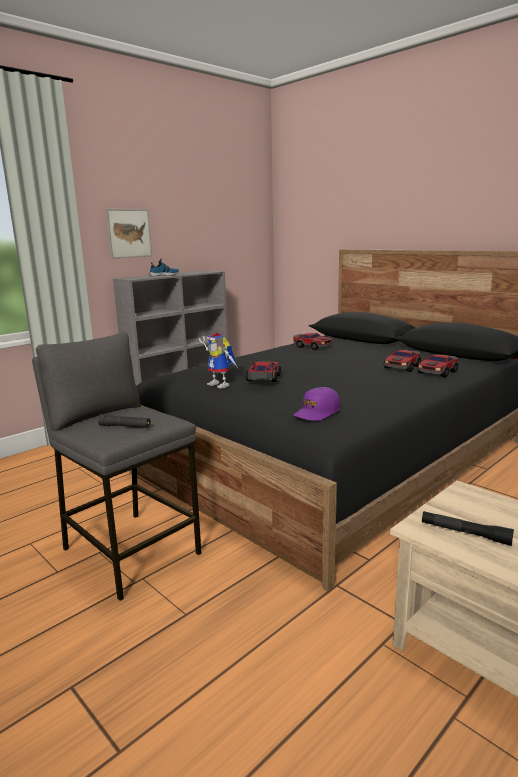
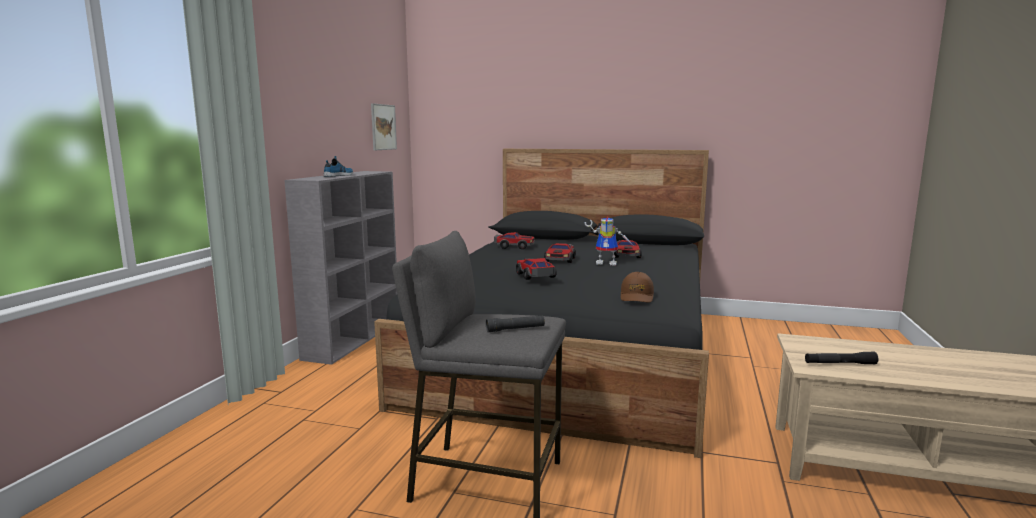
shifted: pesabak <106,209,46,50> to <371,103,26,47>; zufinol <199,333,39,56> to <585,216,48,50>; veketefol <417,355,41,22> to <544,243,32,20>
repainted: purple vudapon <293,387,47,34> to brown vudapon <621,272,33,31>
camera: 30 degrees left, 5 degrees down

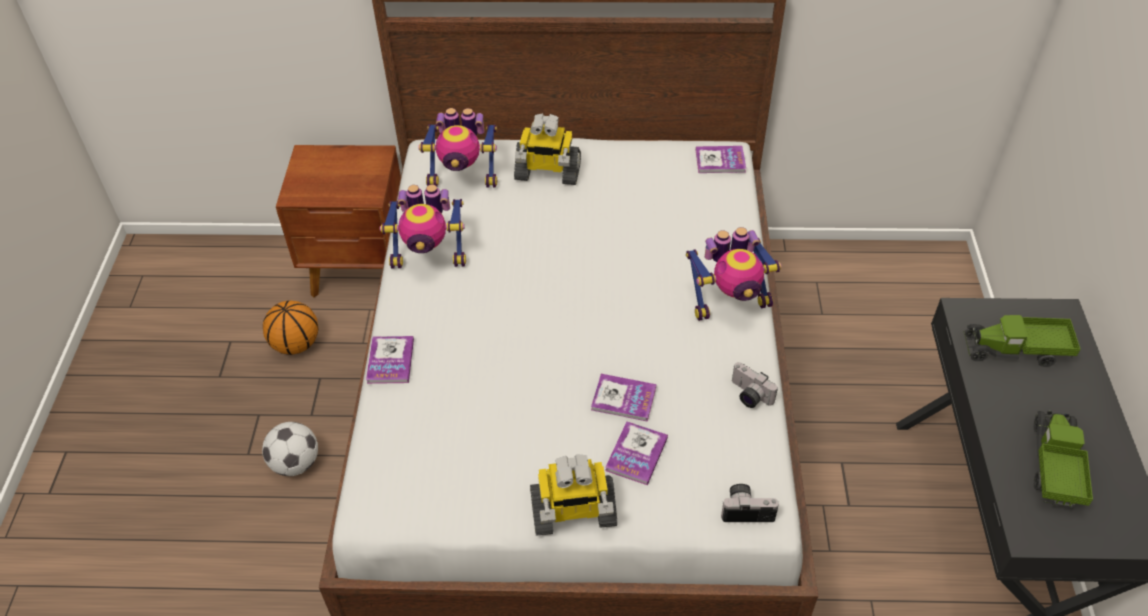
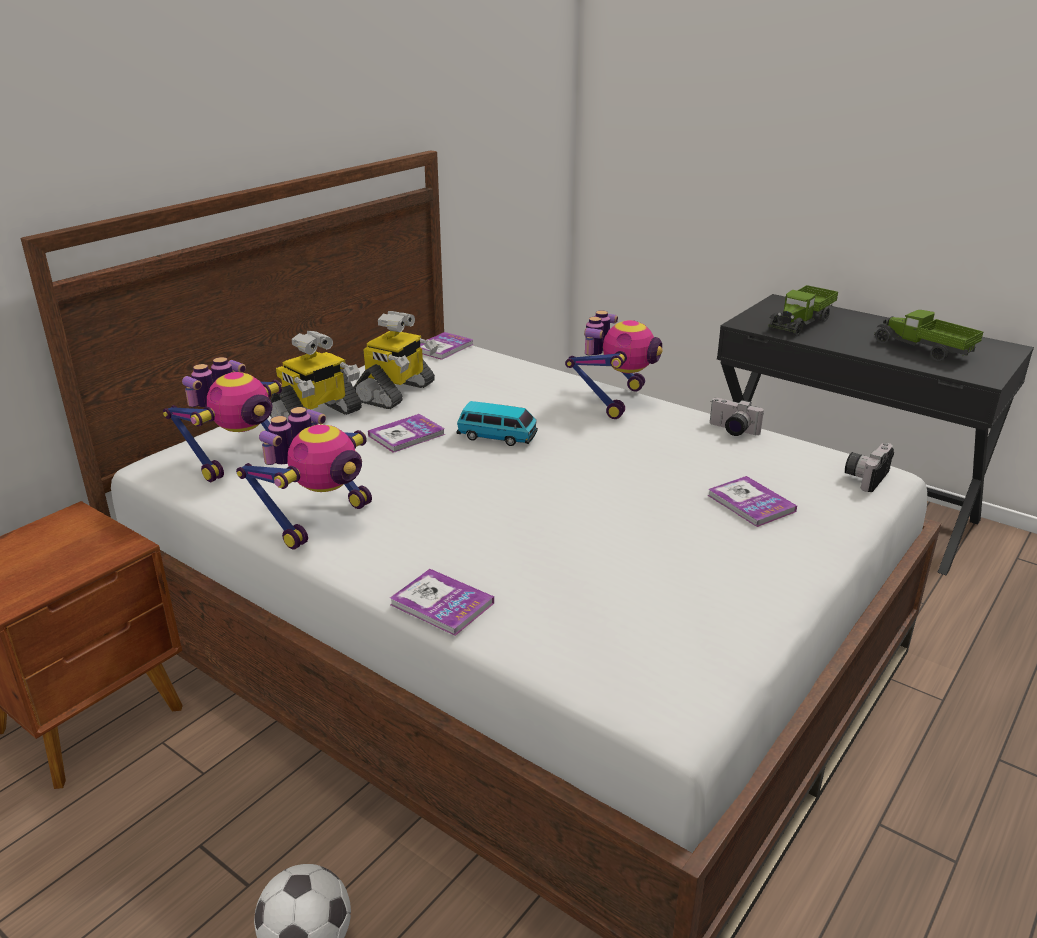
gone: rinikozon <263,300,55,55>
new: veketefol <457,401,81,45>
shifted: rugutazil <591,374,65,48> to <368,414,77,39>; zufinol <530,454,87,82> to <354,311,84,98>
rotated: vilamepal <732,362,46,46> = <710,398,54,38> 45 degrees clockwise
camera: 55 degrees left, 20 degrees down

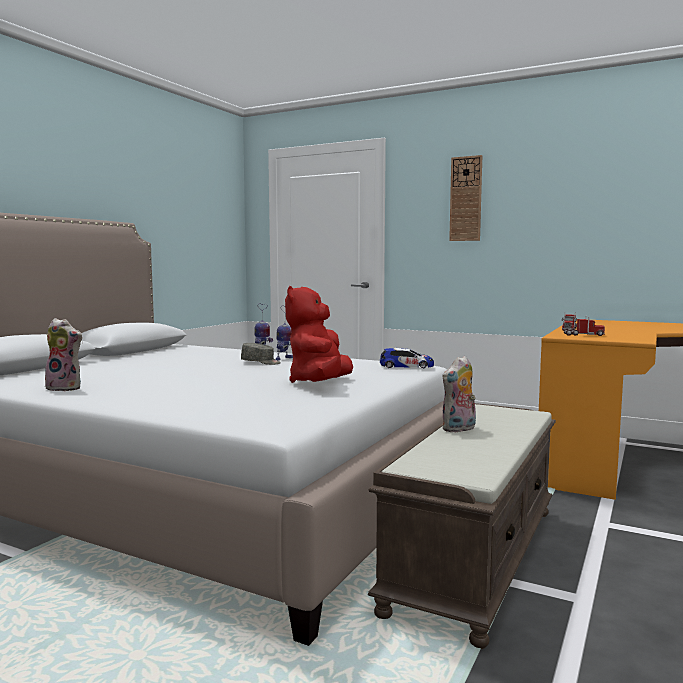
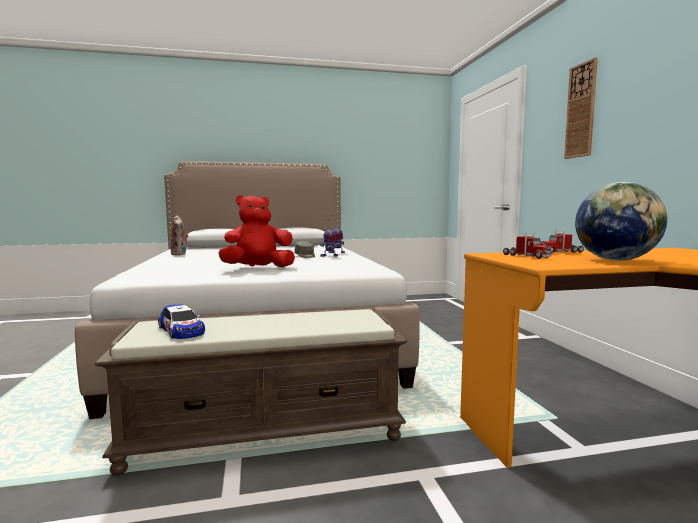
gone: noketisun <443,356,33,76>
new: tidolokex <575,182,92,79>
shifted: veketefol <380,348,54,20> to <158,304,47,35>
camera: 50 degrees right, 0 degrees up

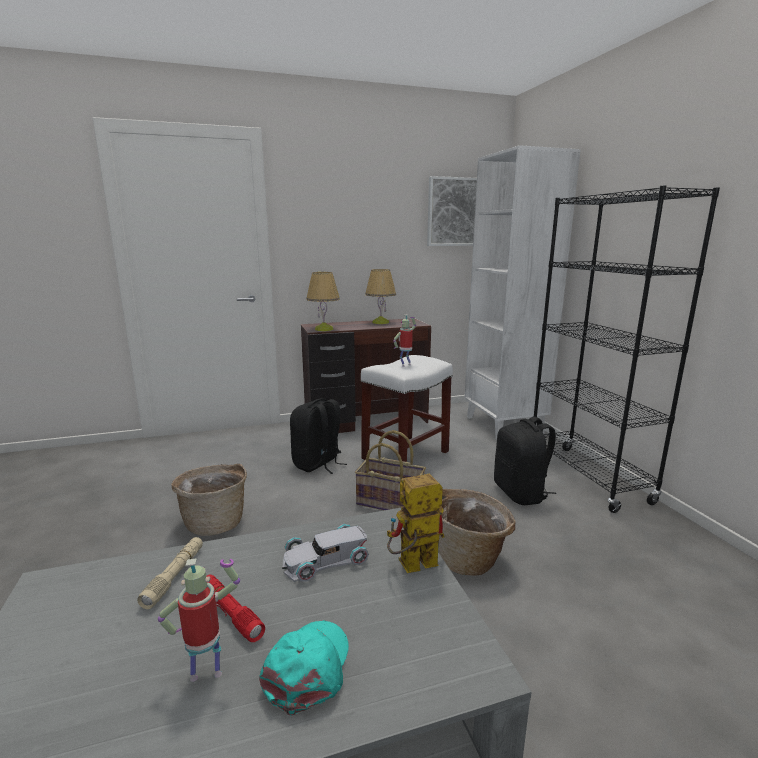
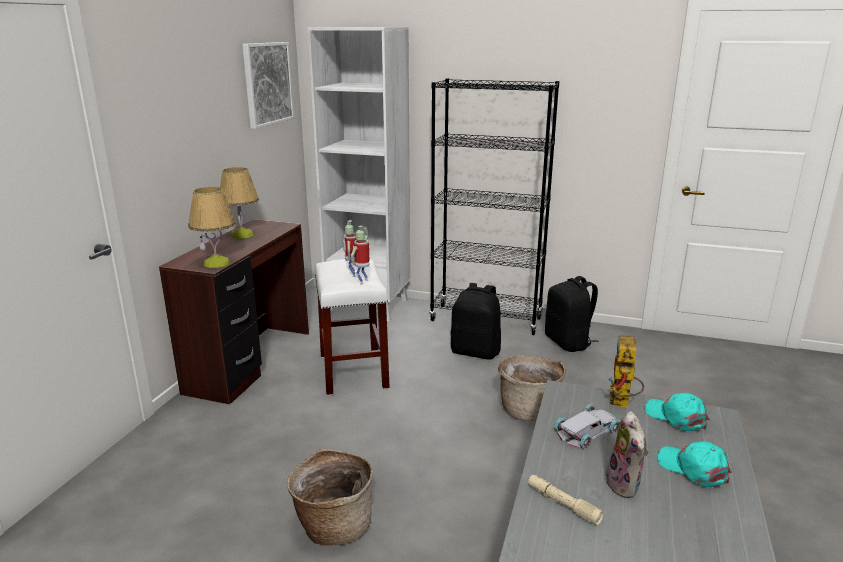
gone: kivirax <355,430,71,80>
new: turquoise vudapon <645,393,64,39>
shifted: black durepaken <290,398,57,76> to <545,276,53,76>; zufinol <158,558,82,124> to <350,226,20,59>
swapped: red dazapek <206,575,59,67> to noketisun <606,411,43,87>
rotated: white veketefol <282,524,87,58> = <554,404,67,45> 135 degrees counterclockwise
camera: 55 degrees left, 5 degrees up

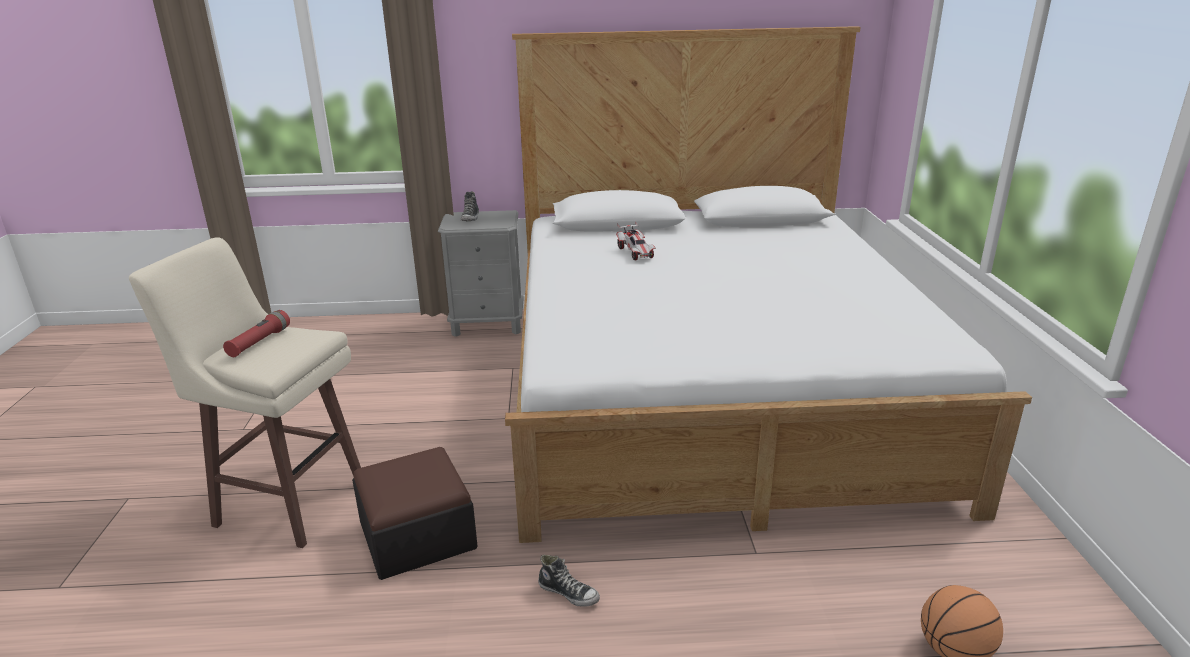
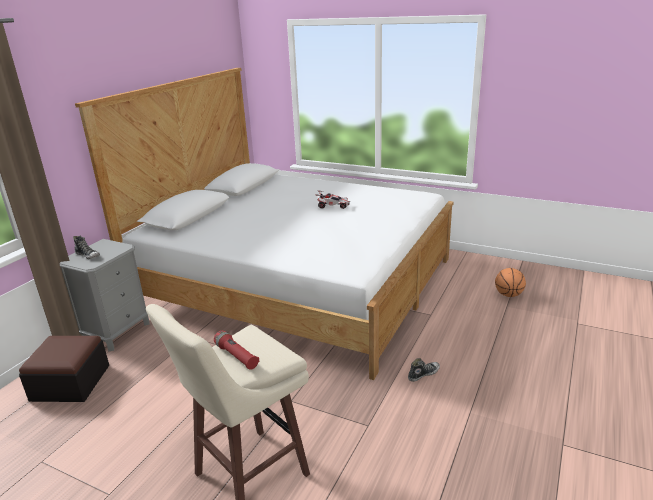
shifted: veketefol <616,221,39,39> to <315,190,35,19>; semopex <352,447,126,133> to <19,336,90,66>
camera: 60 degrees left, 0 degrees up

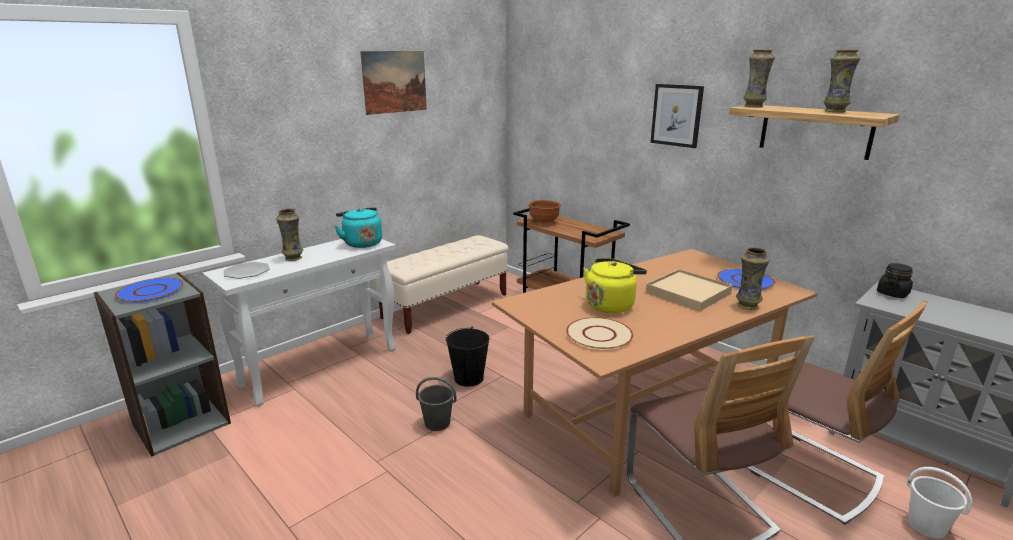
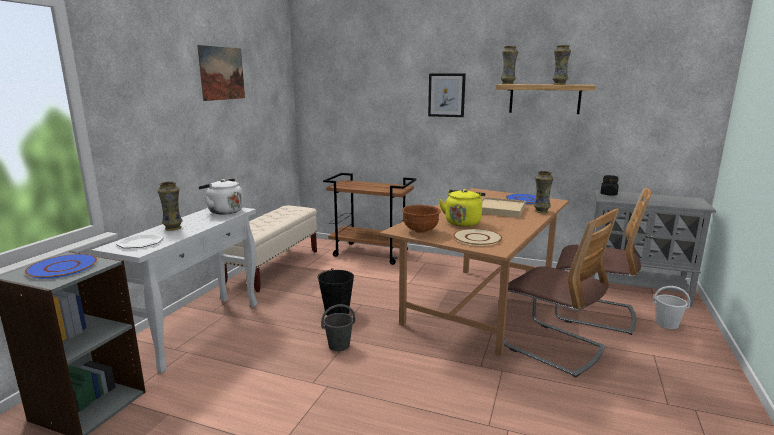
shifted: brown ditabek <528,200,33,24> to <402,205,39,28>
repainted: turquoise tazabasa <335,207,47,41> to white tazabasa <198,178,45,36>
camera: 25 degrees left, 5 degrees down

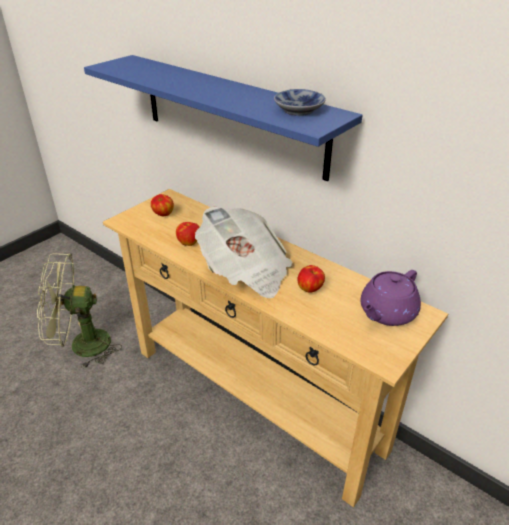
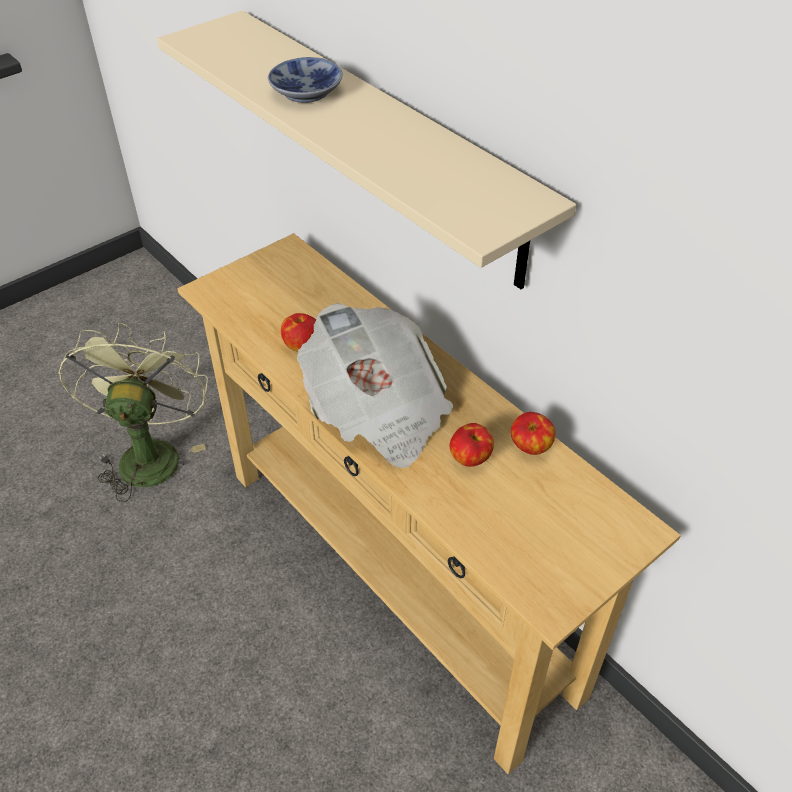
gone: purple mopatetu <361,270,60,56>
shifted: ditabek <274,89,52,27> to <268,57,75,46>; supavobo <151,194,23,22> to <511,412,45,43>
repainted: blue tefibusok <84,55,278,127> to beige tefibusok <157,11,419,278>
rotated: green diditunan <37,253,85,116> = <58,322,150,180> 90 degrees clockwise
camera: 10 degrees right, 10 degrees up

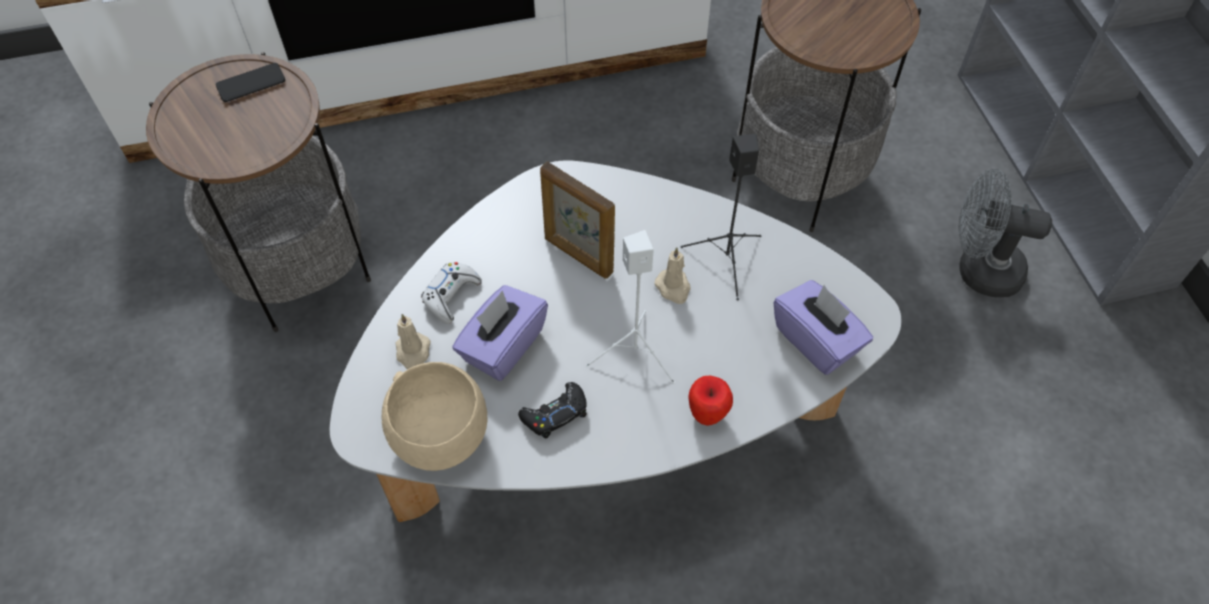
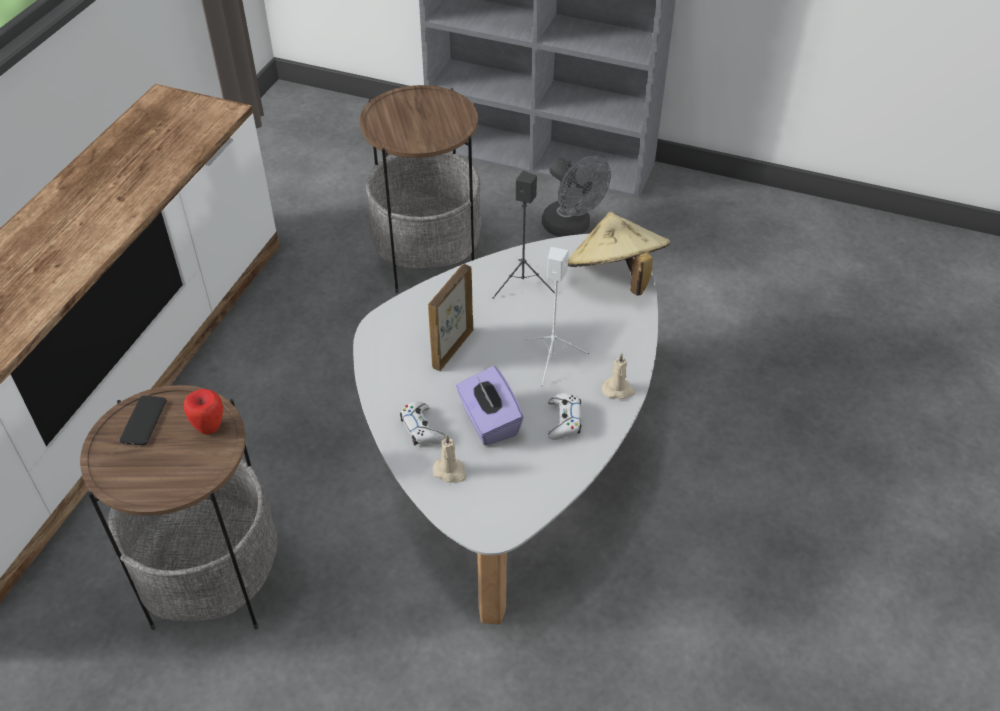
gone: beige ditabek <382,362,105,109>
shifted: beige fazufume <654,247,37,57> to <602,353,34,47>; supavobo <688,375,45,51> to <184,389,39,45>
swapped: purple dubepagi <774,280,99,95> to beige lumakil <568,212,102,84>
repainted: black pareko <518,382,69,57> to white pareko <548,393,33,47>
rotated: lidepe <540,162,75,117> = <428,264,45,107> 135 degrees clockwise; grey diditunan <958,169,94,129> = <542,156,69,81> 90 degrees counterclockwise
camera: 55 degrees left, 10 degrees down

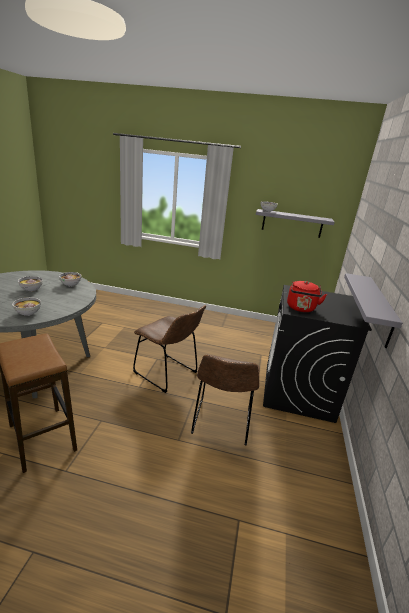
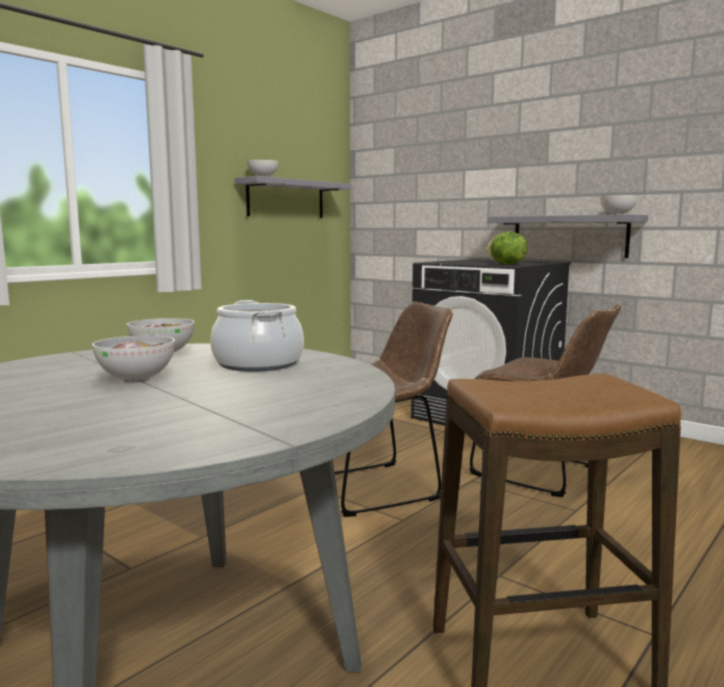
new: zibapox <210,300,94,72>
shifted: ditabek <12,297,29,19> to <600,195,39,20>
swapped: red tazabasa <287,281,40,31> to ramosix <487,232,41,33>
camera: 60 degrees left, 15 degrees down

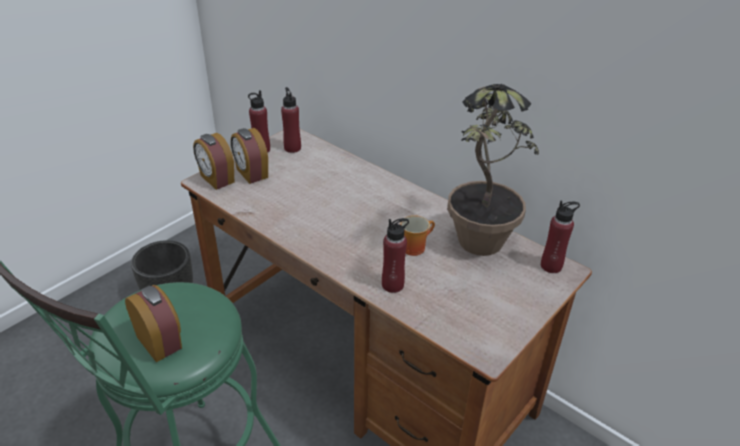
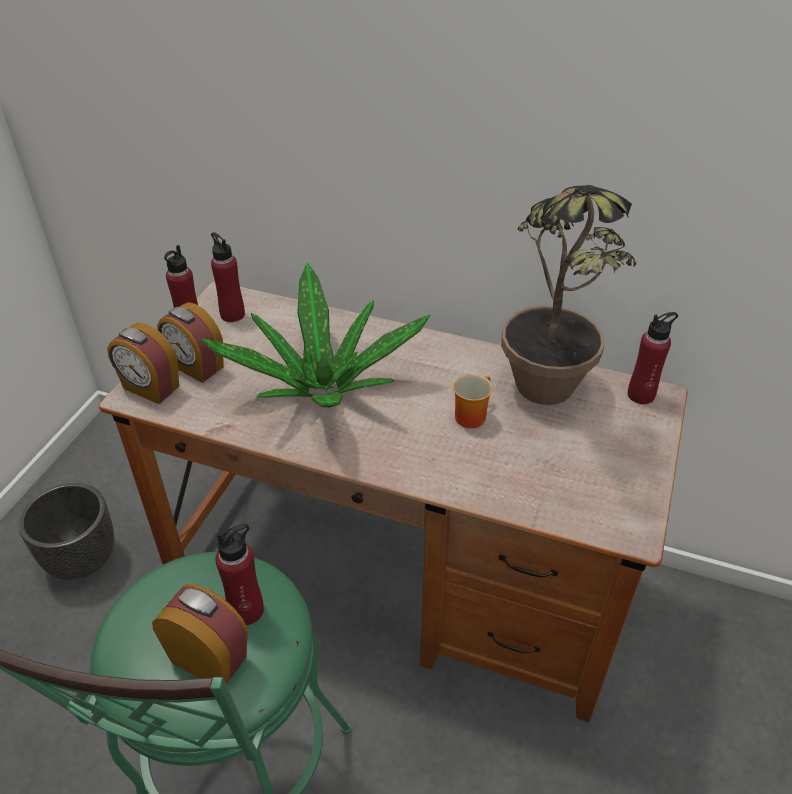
new: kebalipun <201,262,230,145>
shifted: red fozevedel <382,218,27,75> to <215,524,49,102>
camera: 20 degrees left, 5 degrees up

